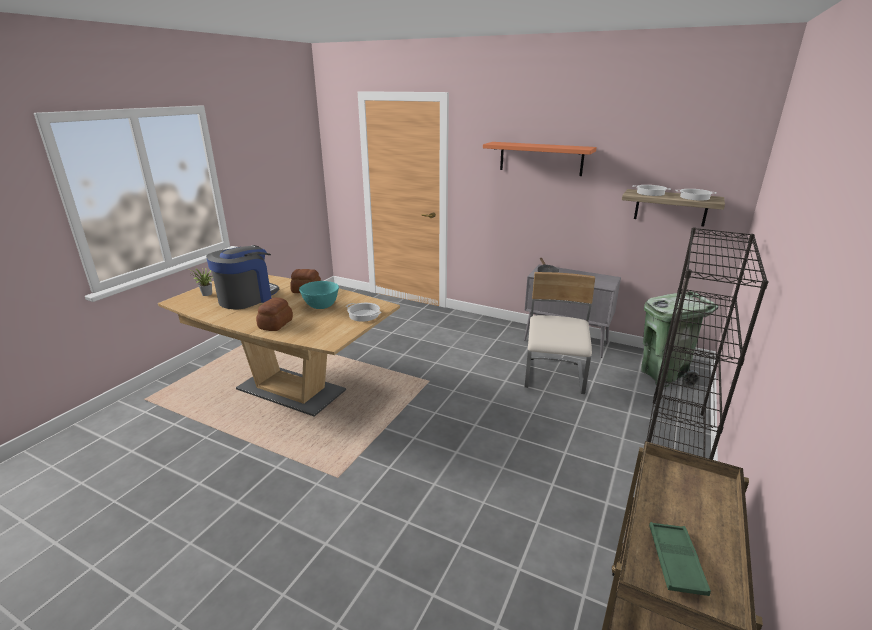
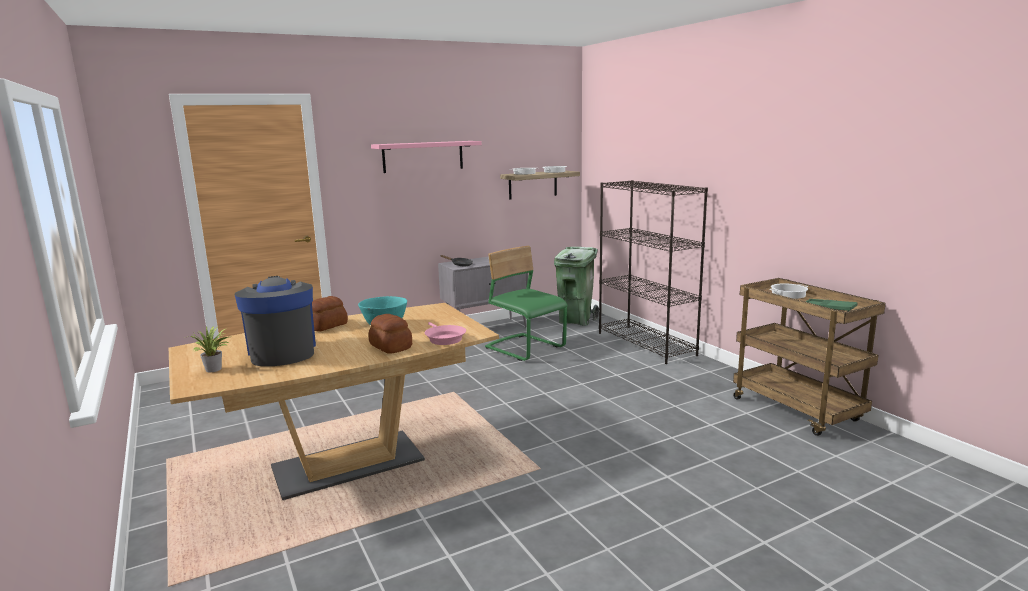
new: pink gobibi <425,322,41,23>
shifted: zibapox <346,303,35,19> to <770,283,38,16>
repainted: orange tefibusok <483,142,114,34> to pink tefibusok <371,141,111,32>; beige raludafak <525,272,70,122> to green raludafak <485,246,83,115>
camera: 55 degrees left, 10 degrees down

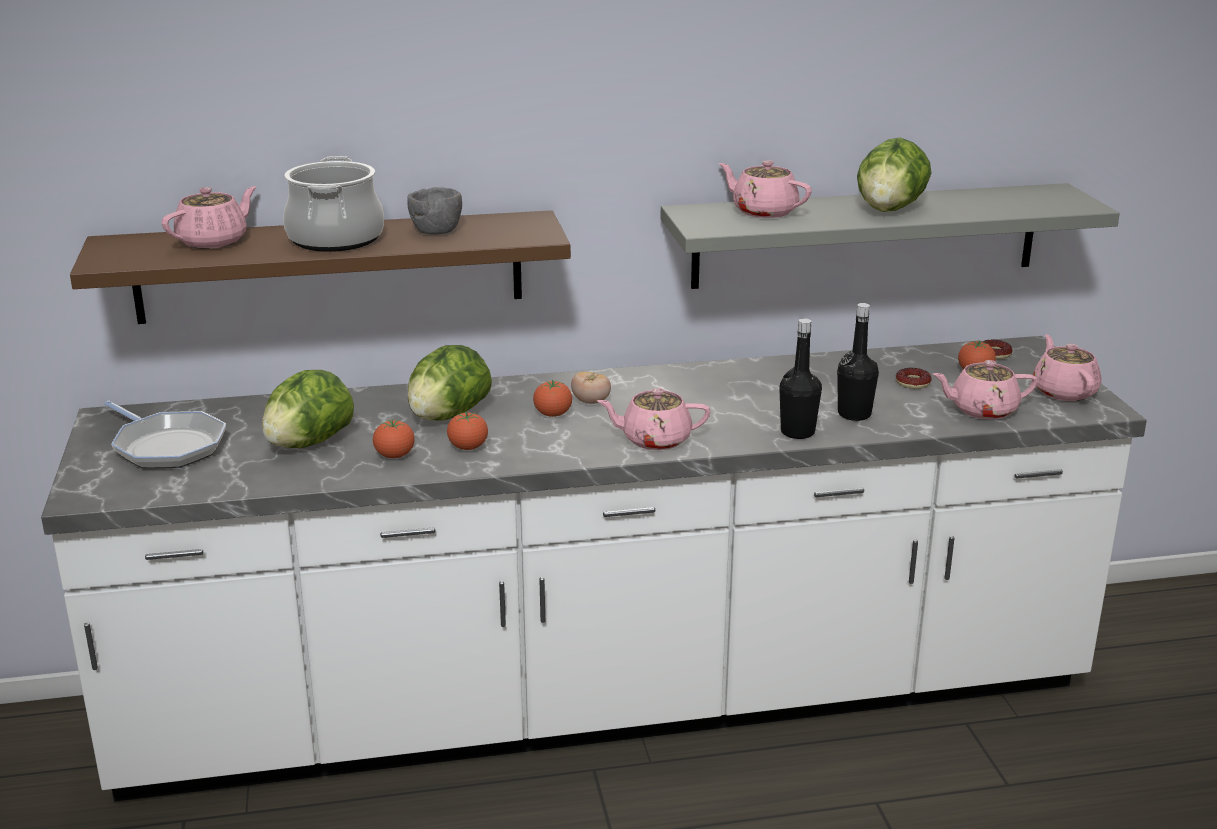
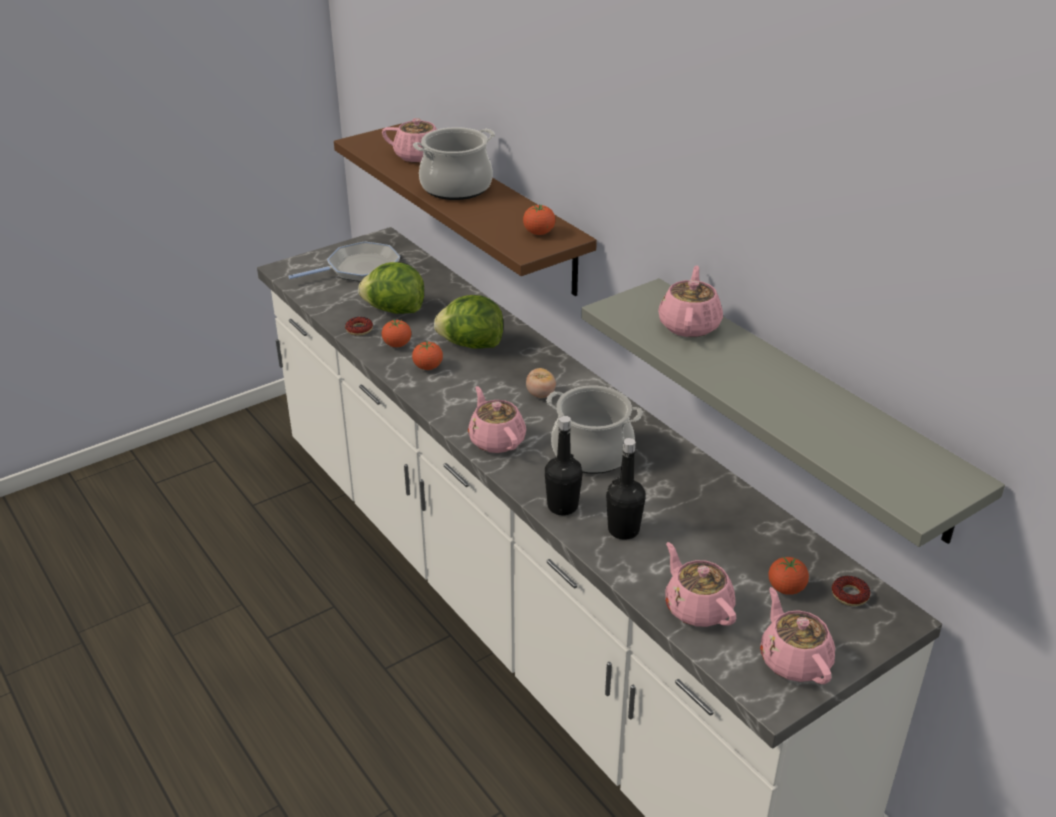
gone: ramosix <857,138,74,74>; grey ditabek <407,187,55,47>
new: zibapox <546,385,97,89>
shifted: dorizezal <896,368,35,21> to <345,317,28,19>; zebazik <533,380,39,37> to <523,204,32,31>
rotated: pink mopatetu <1033,334,68,67> = <760,587,75,97> 75 degrees counterclockwise; gobibi <104,401,122,68> = <288,241,112,41> 135 degrees counterclockwise
camera: 65 degrees right, 10 degrees up

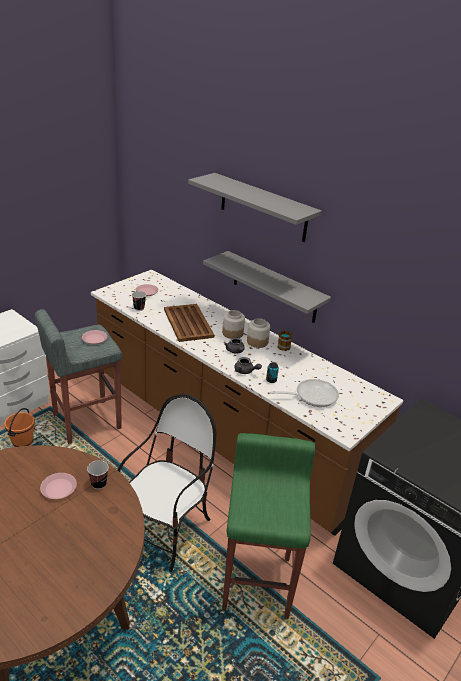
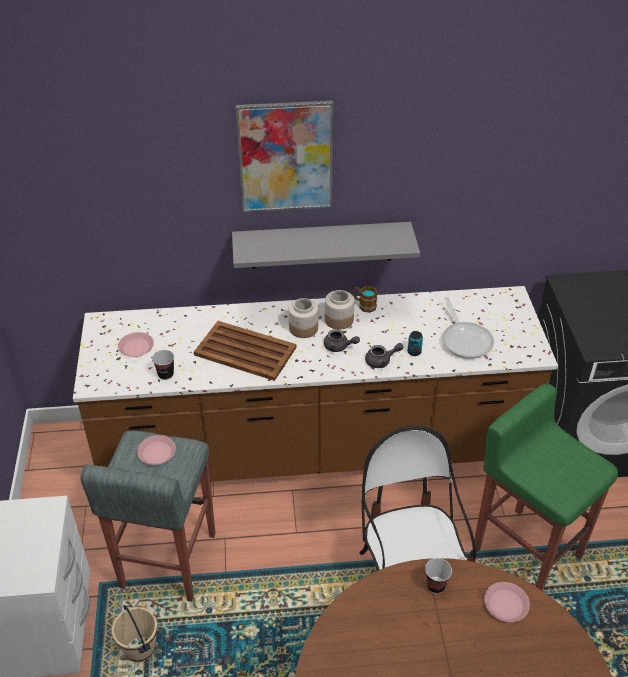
shifted: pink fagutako <40,473,37,26> to <484,582,46,40>
swapped: grey tefibusok <188,173,134,69> to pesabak <236,101,97,111>
repainted: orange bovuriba <4,408,31,39> to beige bovuriba <112,605,45,58>
rotated: gobibi <270,379,69,28> = <442,297,52,62> 135 degrees clockwise
camera: 45 degrees left, 10 degrees up

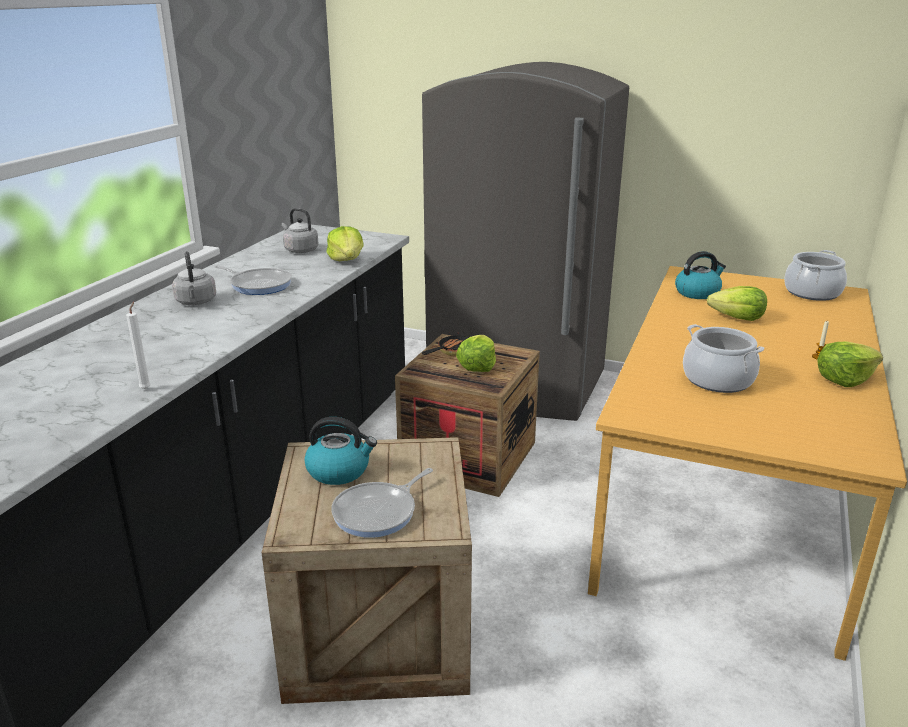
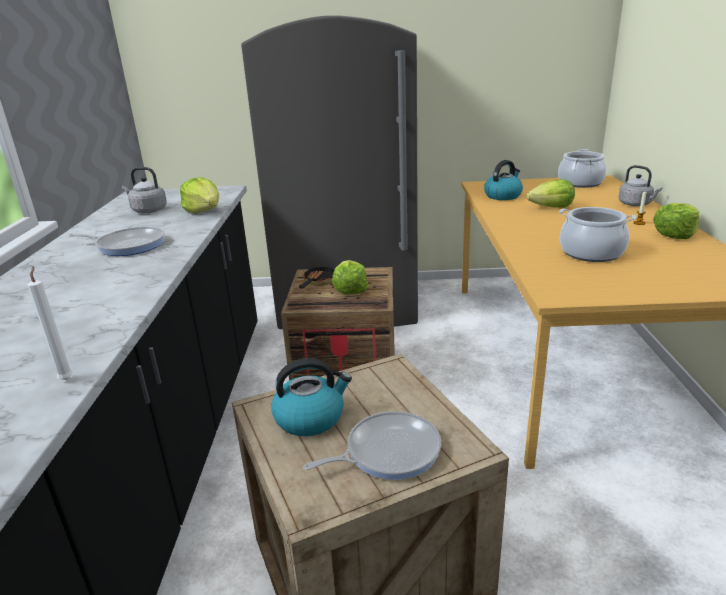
shifted: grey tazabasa <172,251,44,54> to <619,165,43,41>
rotated: gobibi <331,468,102,70> = <303,411,138,69> 135 degrees counterclockwise
camera: 20 degrees left, 0 degrees up

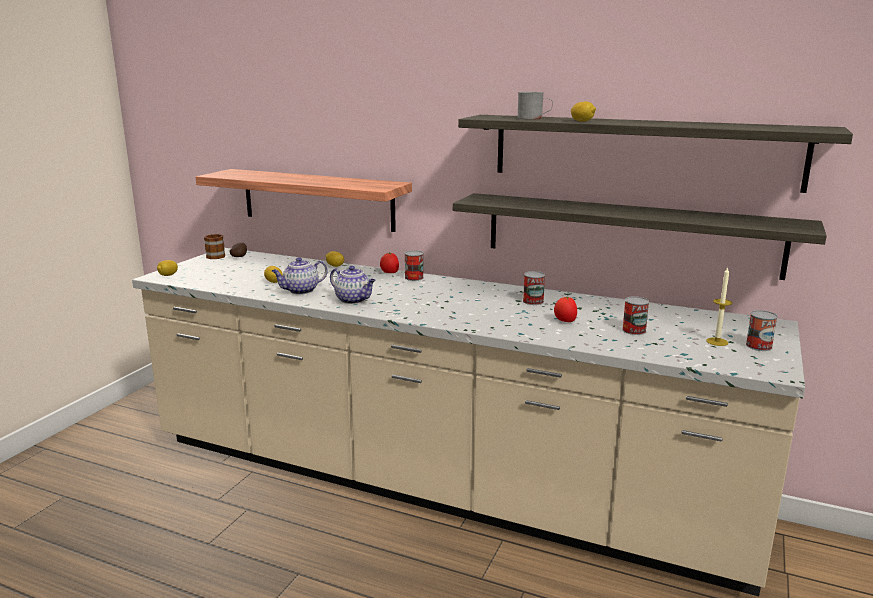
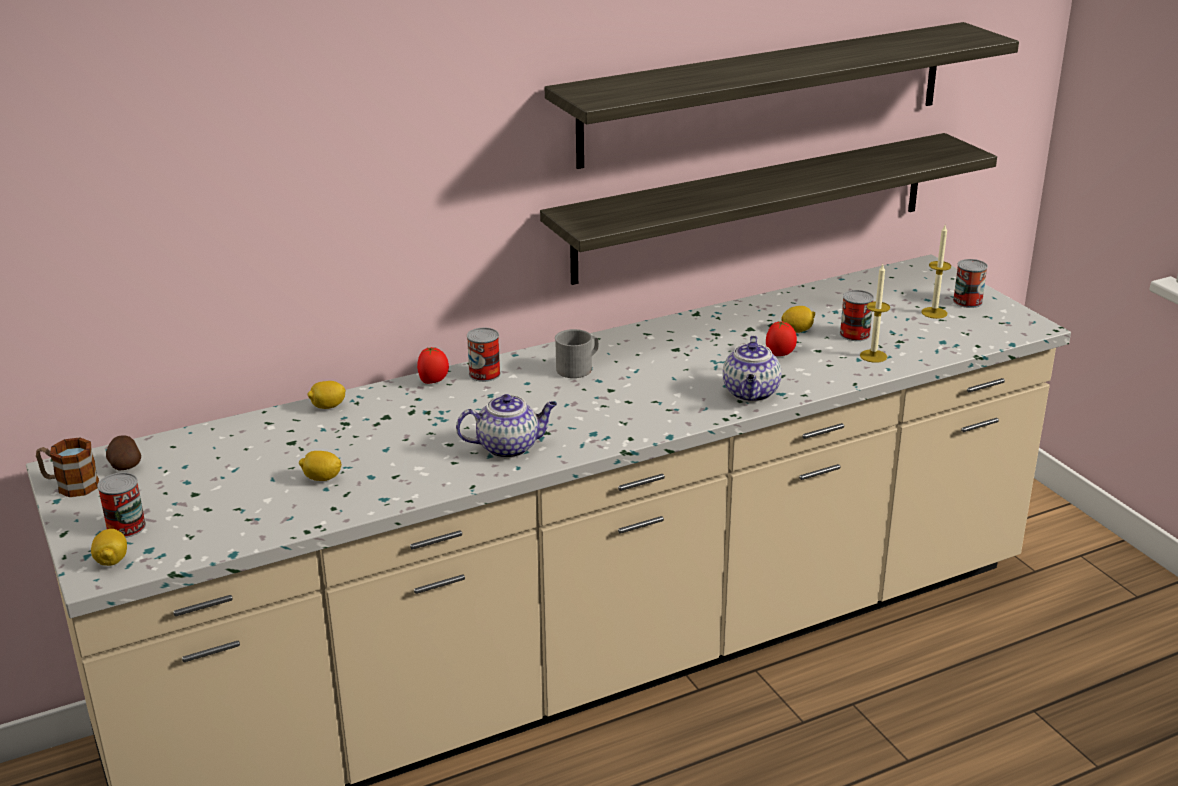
gone: tefibusok <195,169,217,63>
new: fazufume <860,264,30,99>
shifted: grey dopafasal <518,92,35,27> to <555,329,43,49>; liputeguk <571,102,25,20> to <781,306,34,27>; mopatetu <272,257,56,38> to <723,336,59,66>; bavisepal <523,271,22,34> to <97,472,49,66>
camera: 50 degrees left, 10 degrees up

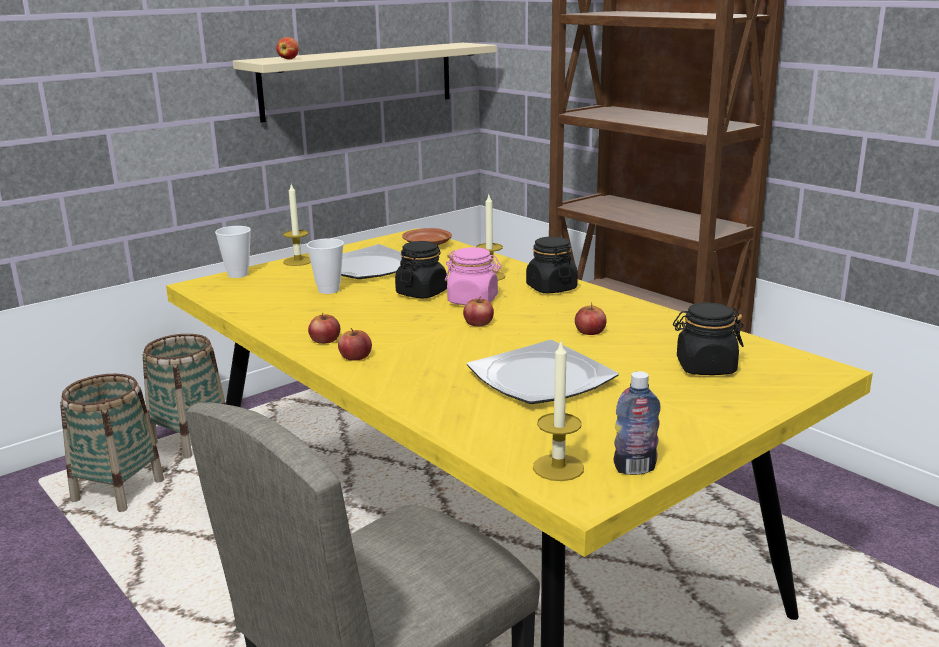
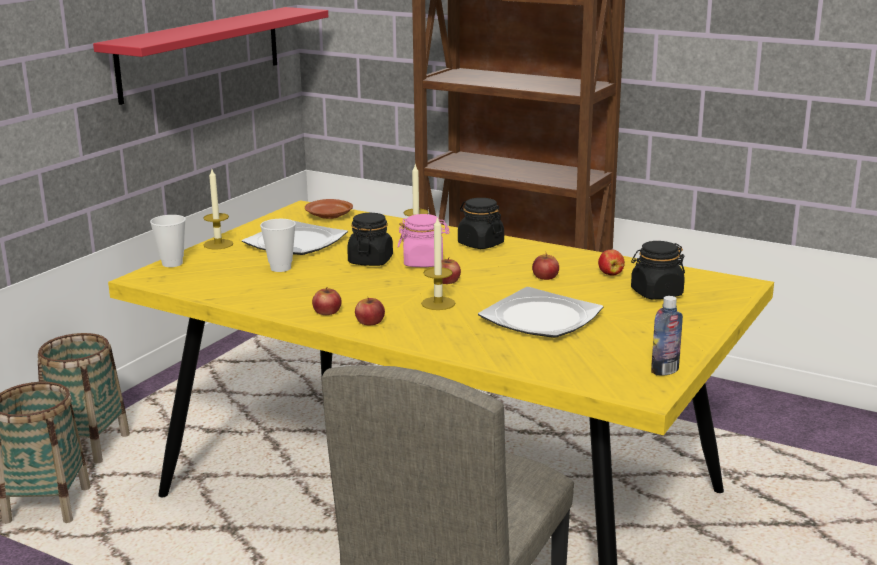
shifted: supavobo <276,37,23,23> to <598,250,27,26>; fazufume <533,342,51,139> to <421,216,34,94>
repainted: beige tefibusok <233,43,264,80> to red tefibusok <93,7,235,98>
camera: 20 degrees left, 0 degrees up

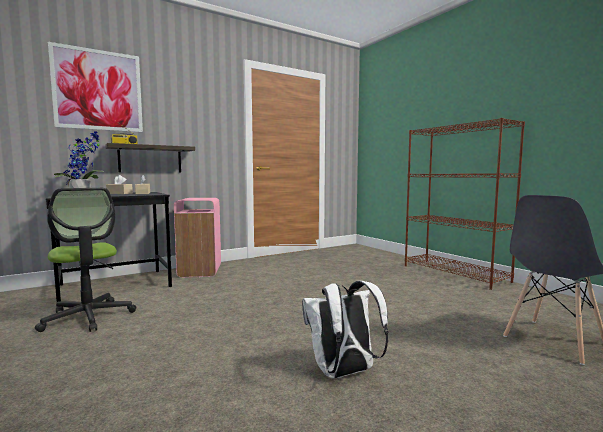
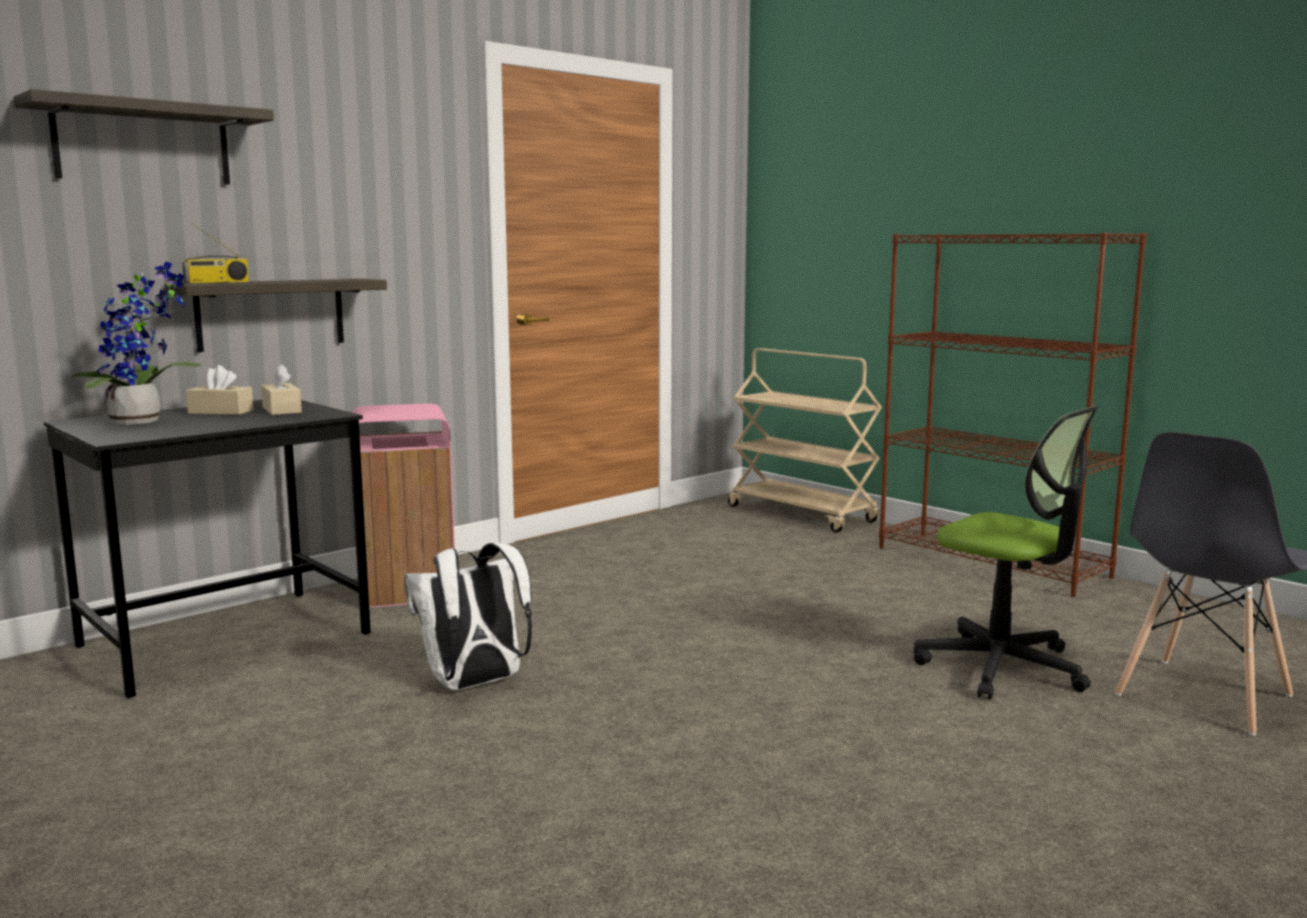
new: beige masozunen <728,348,154,185>
shifted: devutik <35,188,101,144> to <914,406,184,294>; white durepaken <302,281,87,97> to <404,543,128,147>
swapped: pesabak <48,42,95,90> to tefibusok <13,89,261,96>
camera: 10 degrees left, 5 degrees up

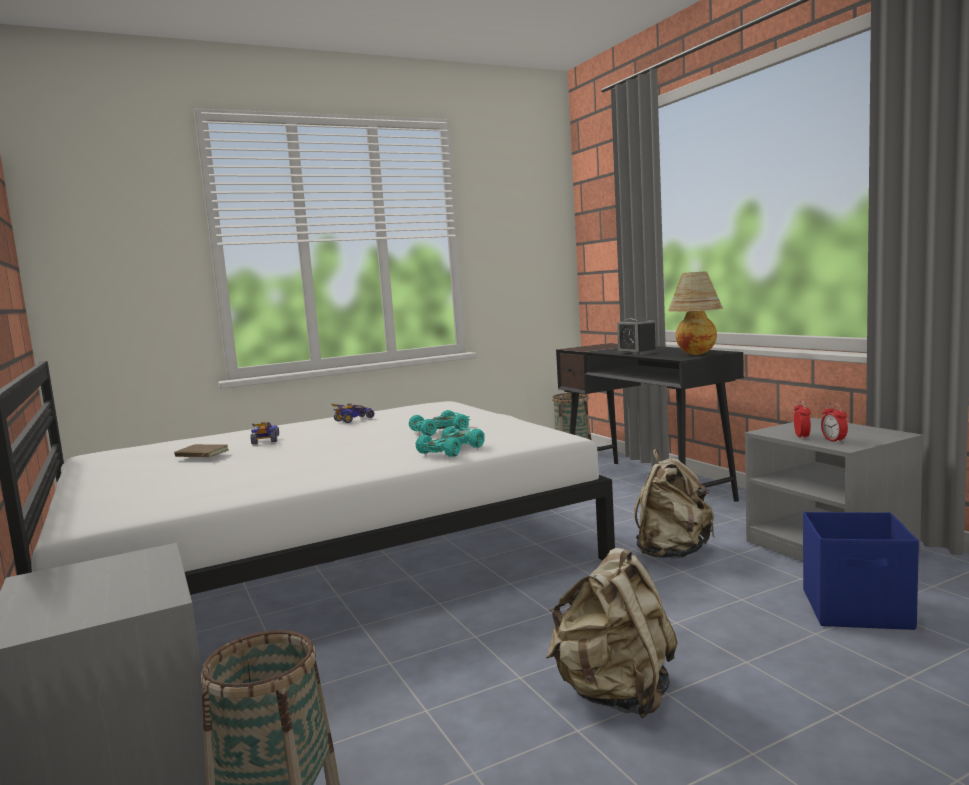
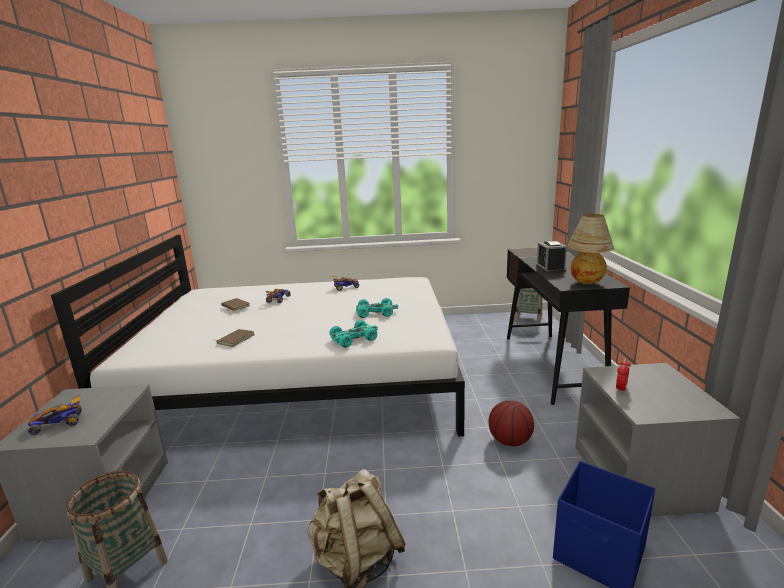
gone: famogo <821,402,27,41>
new: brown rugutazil <212,329,42,18>; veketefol <28,394,54,41>
swapped: beige durepaken <634,449,81,110> to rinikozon <489,400,45,46>
camera: 25 degrees right, 10 degrees up

